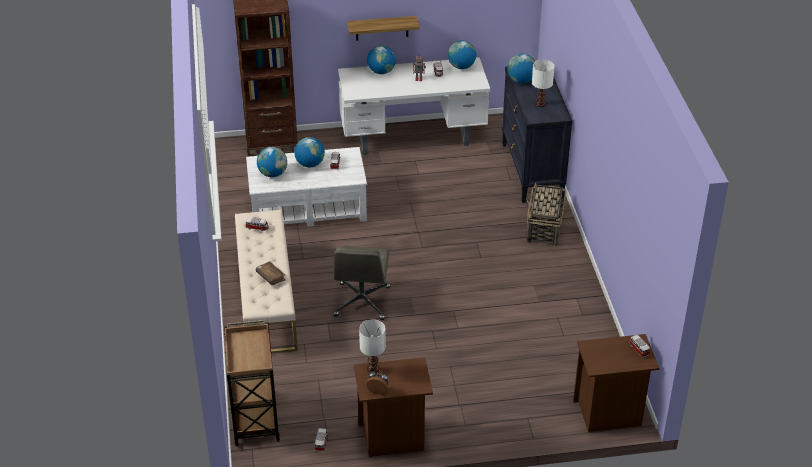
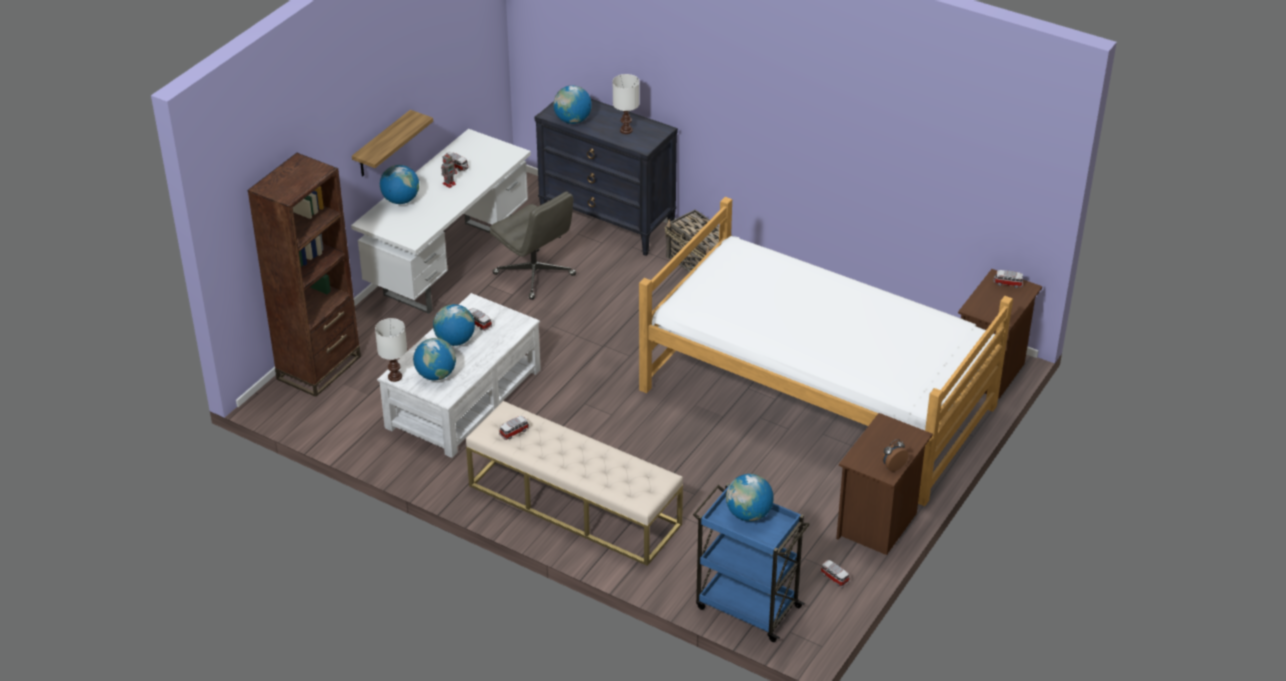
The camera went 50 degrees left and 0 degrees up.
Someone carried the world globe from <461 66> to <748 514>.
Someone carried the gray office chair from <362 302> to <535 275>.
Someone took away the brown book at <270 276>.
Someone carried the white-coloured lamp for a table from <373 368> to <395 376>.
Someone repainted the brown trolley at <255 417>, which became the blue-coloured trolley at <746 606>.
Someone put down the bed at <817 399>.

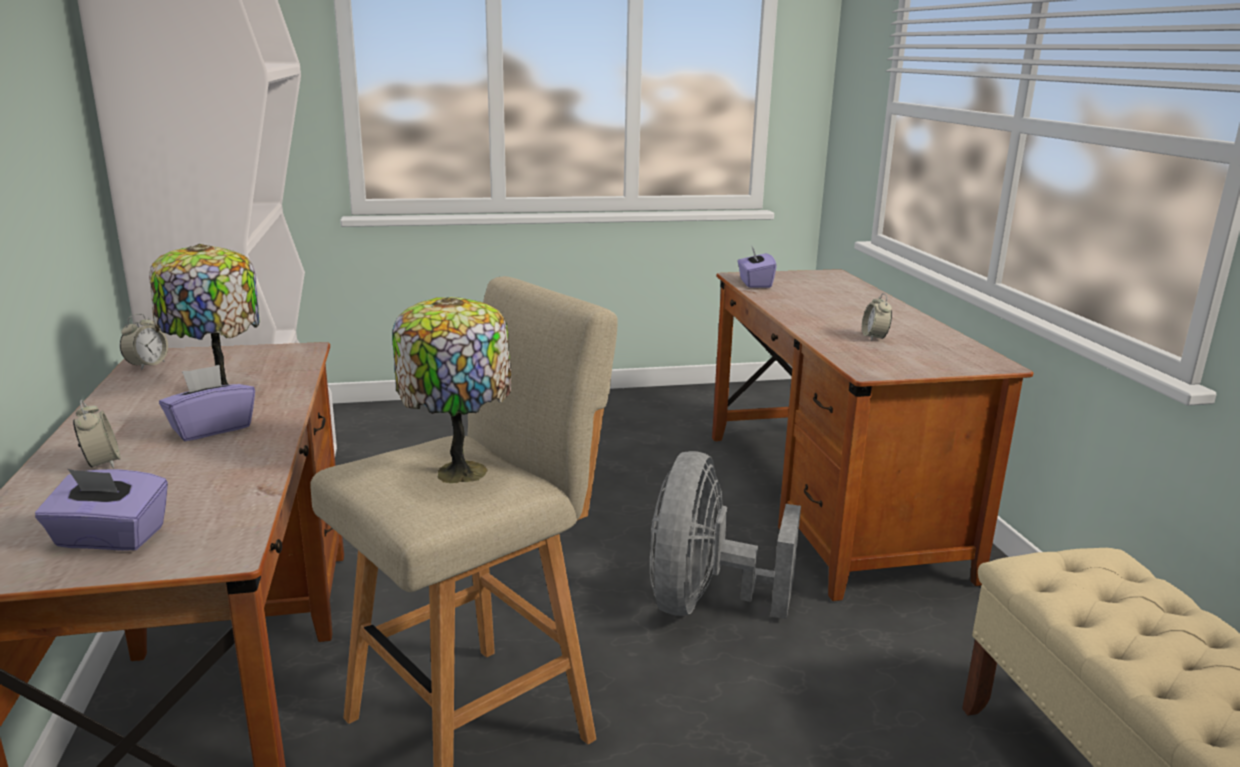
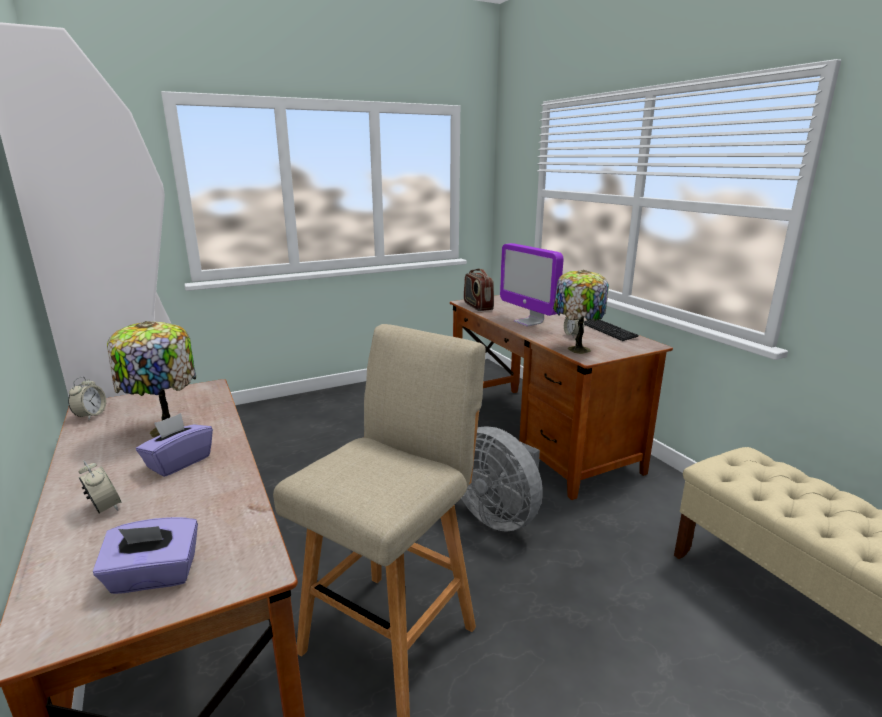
The camera went 15 degrees left and 0 degrees up.
Someone swapped the purple-coloured tissue holder at <754 283> for the radio set at <477 306>.
Someone carried the lamp for a table from <458 470> to <576 349>.
Someone rotated the gray cooling fan at <705 602> by 45 degrees counterclockwise.
Someone put down the computer display at <528 322>.
Someone put down the computer keyboard at <608 331>.

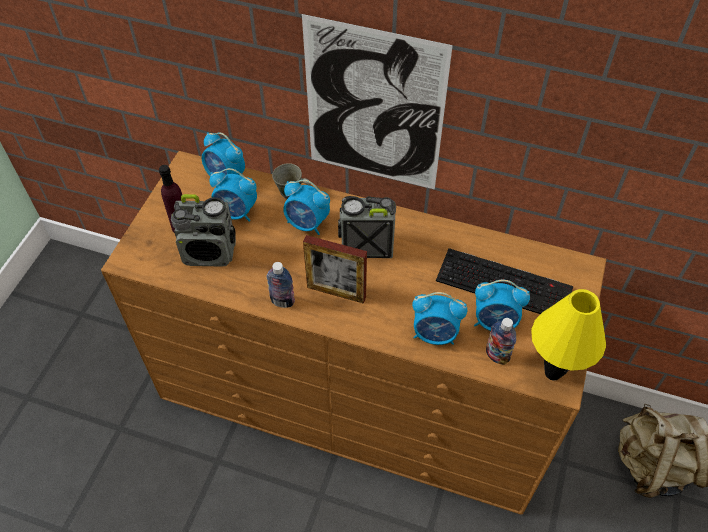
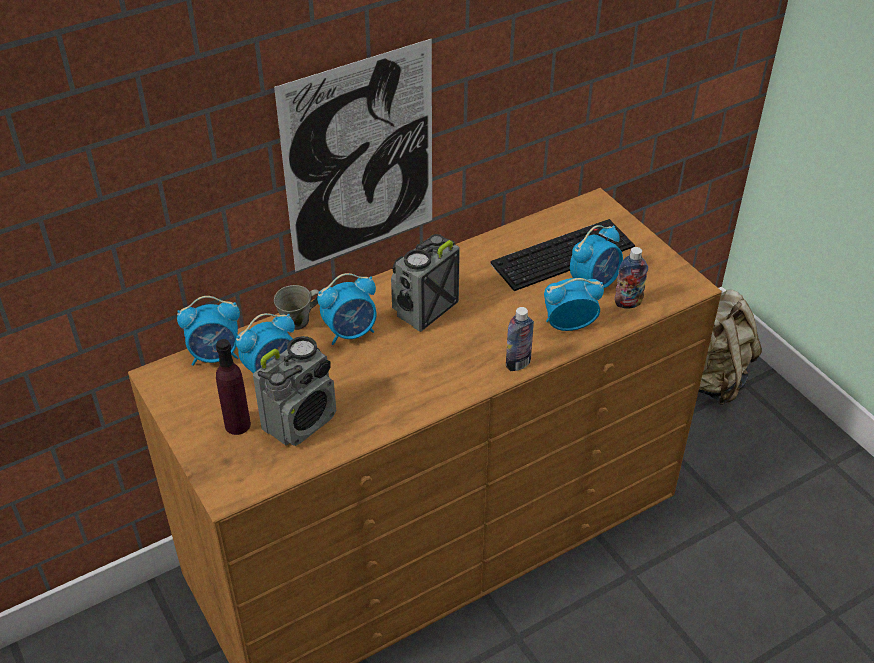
The camera went 50 degrees left and 10 degrees down.
Someone took away the photo frame at <336 292>.
Someone carried the drink bottle from <282 301> to <518 363>.
Someone took away the yellow-coloured lamp for a table at <553 372>.
Someone rotated the alarm clock at <435 334> by 150 degrees counterclockwise.

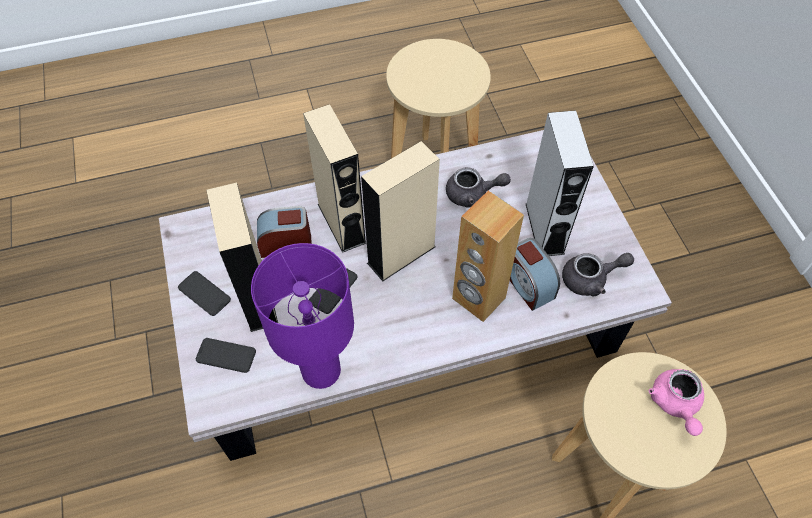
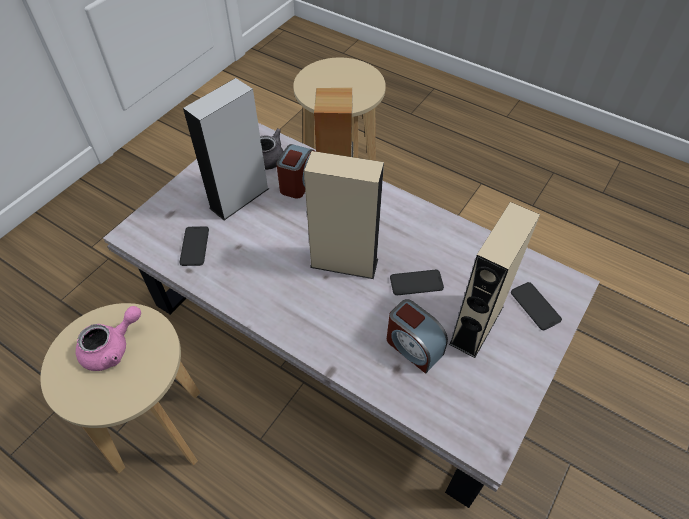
The camera went 130 degrees left and 5 degrees down.
Someone took away the sand-coloured loudspeaker at <341 223>.
Someone took away the gray teapot at <472 194>.
Someone took away the purple-coloured lamp for a table at <320 372>.
Someone carried the handset from <204 293> to <194 246>.
Someone carried the pinkish teapot from <675 404> to <112 348>.

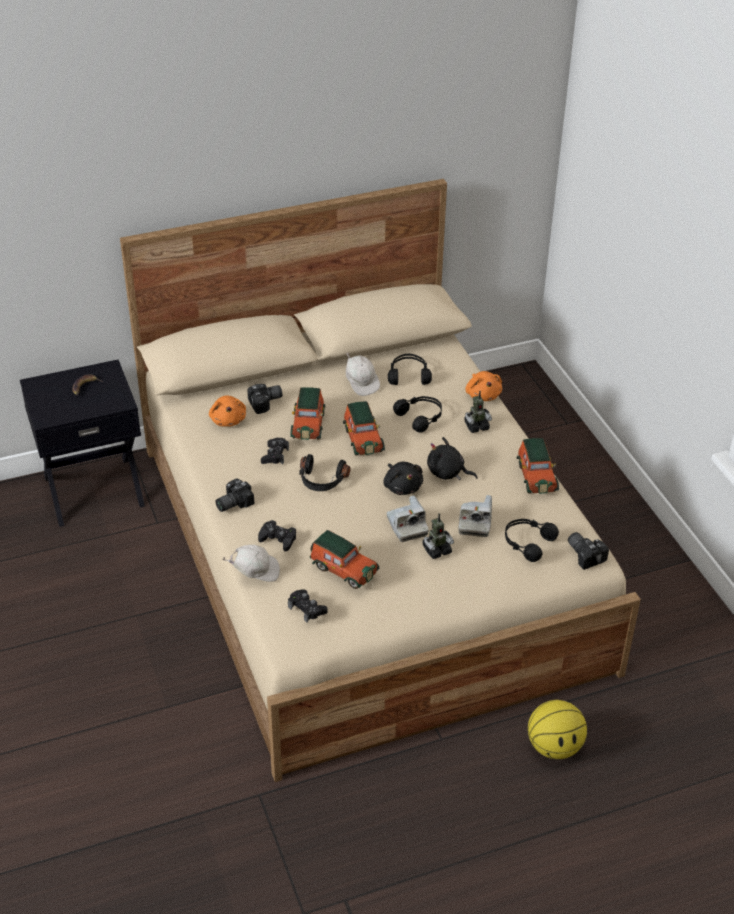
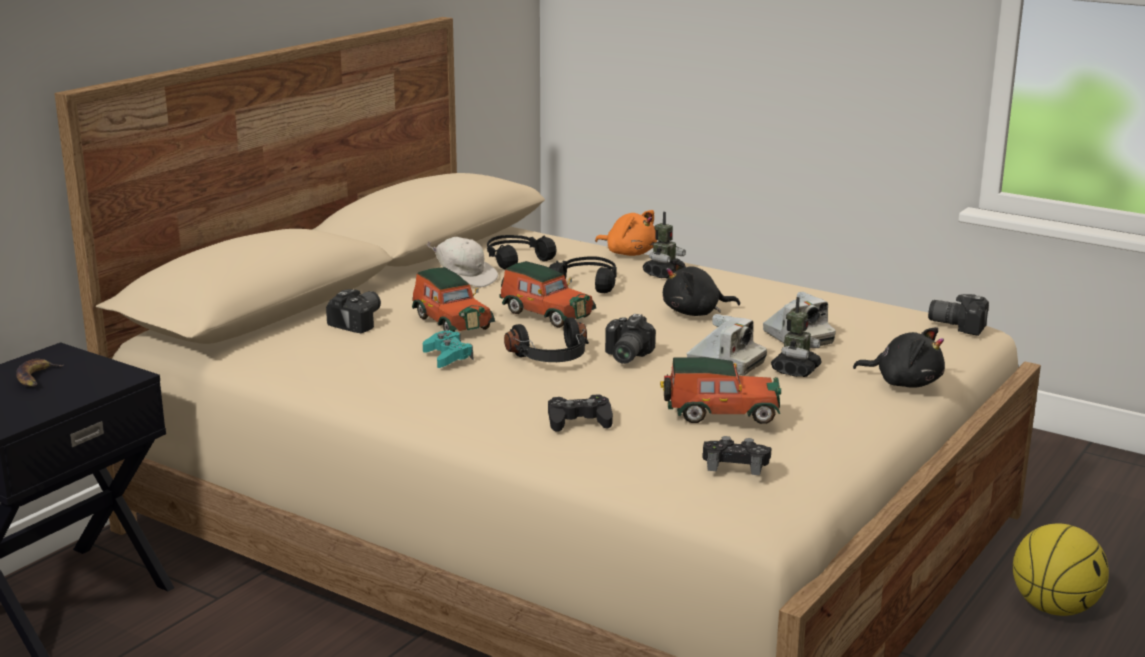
The camera went 35 degrees left and 20 degrees down.
Someone took away the orange plush toy at <228 420>.
Someone repainted the black joypad at <275 455>, which became the turquoise joypad at <448 356>.
Someone took away the miniature car at <536 476>.
Someone carried the black plush toy from <402 486> to <904 383>.
Someone carried the photo camera from <232 503> to <624 356>.
Someone took away the black pair of headphones at <527 543>.
Someone took away the white-coloured peaked cap at <255 572>.

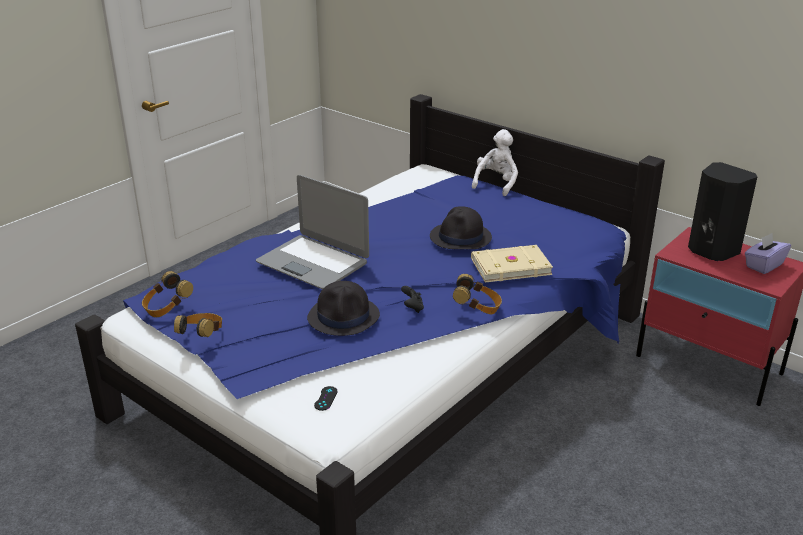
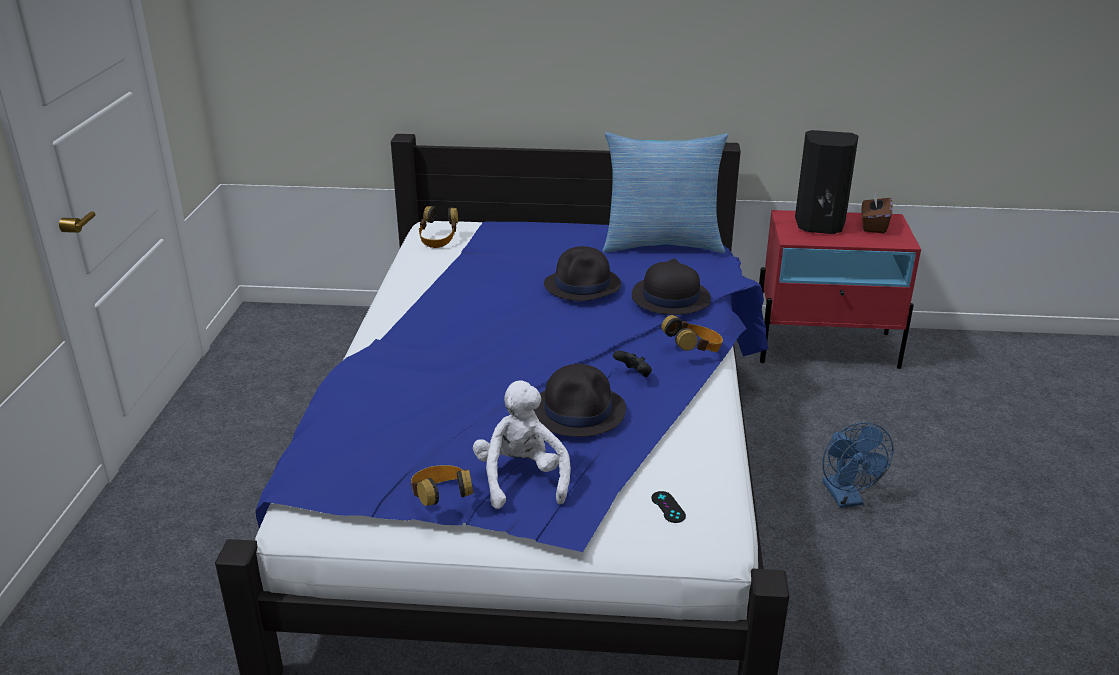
The camera went 35 degrees left and 0 degrees up.
Someone carried the white-coloured plush toy from <496 184> to <521 479>.
Someone took away the portable computer at <313 262>.
Someone repainted the purple-coloured tissue holder at <763 265>, which became the brown tissue holder at <873 226>.
Someone swapped the sand-coloured book at <509 266> for the black hat at <670 298>.
Someone carried the pair of headphones from <167 308> to <438 240>.
Someone put down the throw pillow at <661 244>.
Someone put down the blue-coloured cooling fan at <846 498>.

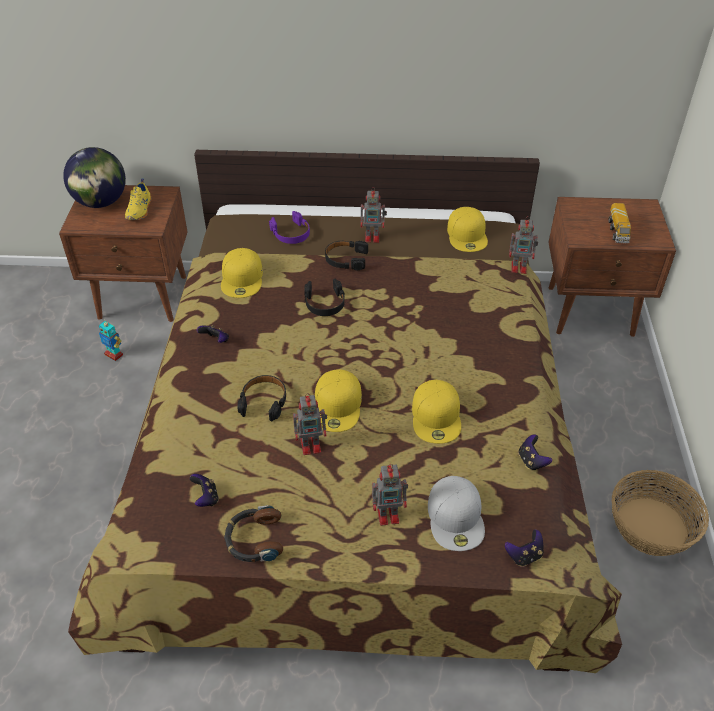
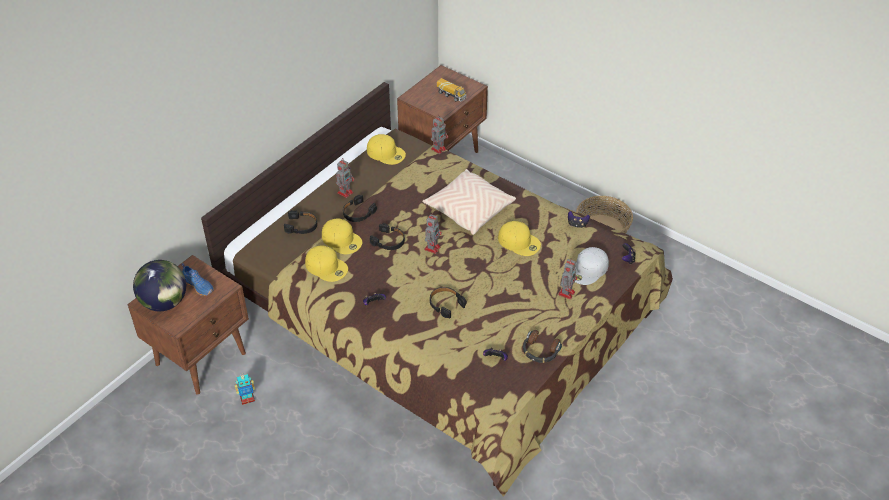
The camera went 55 degrees left and 0 degrees up.
Someone repainted the yellow-coloured item of footwear at <140 210>, which became the blue-coloured item of footwear at <199 285>.
Someone repainted the purple-coloured pair of headphones at <291 234>, which became the black pair of headphones at <302 226>.
Someone carried the yellow-coloured peaked cap from <338 405> to <342 239>.
Someone carried the toy robot from <312 445> to <432 247>.
Someone rotated the white-coloured peaked cap at <456 517> by 105 degrees clockwise.
Someone put down the sand-coloured throw pillow at <469 210>.

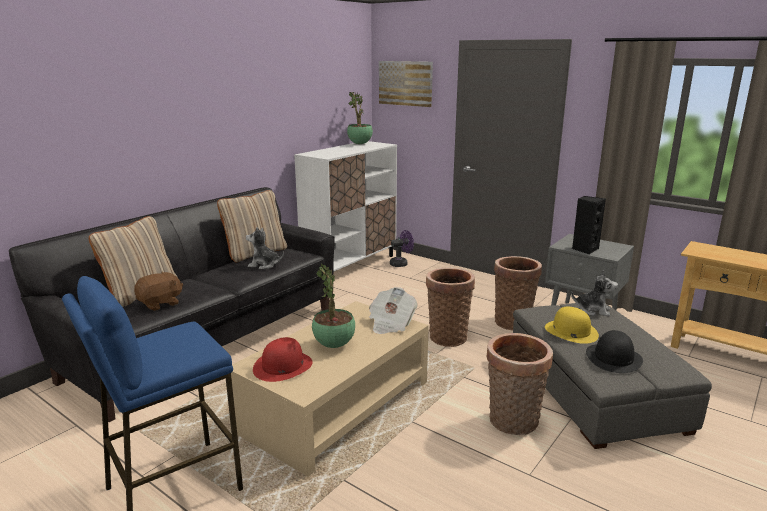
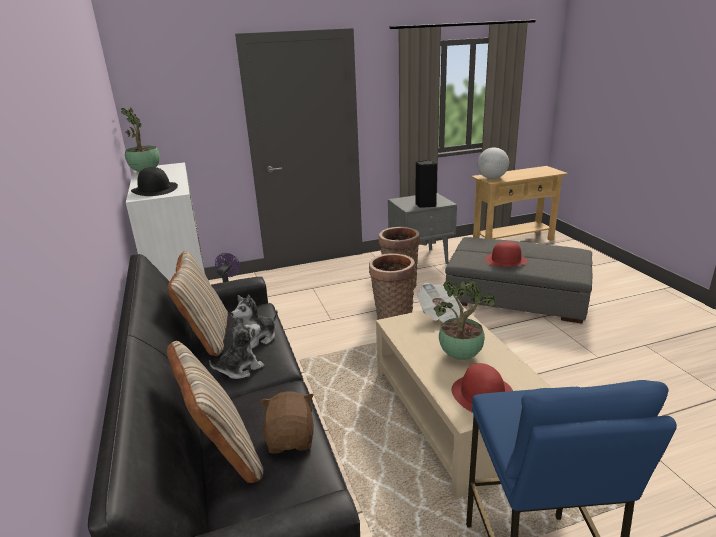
The camera went 55 degrees left and 5 degrees up.
Someone took away the wall art at <406 83>.
Someone carried the plush toy from <593 310> to <240 368>.
Someone repainted the yellow-coloured hat at <570 331>, which became the reddish hat at <505 260>.
Someone carried the black hat from <613 358> to <155 189>.
Someone took away the household basket at <513 423>.
Someone put down the world globe at <492 178>.

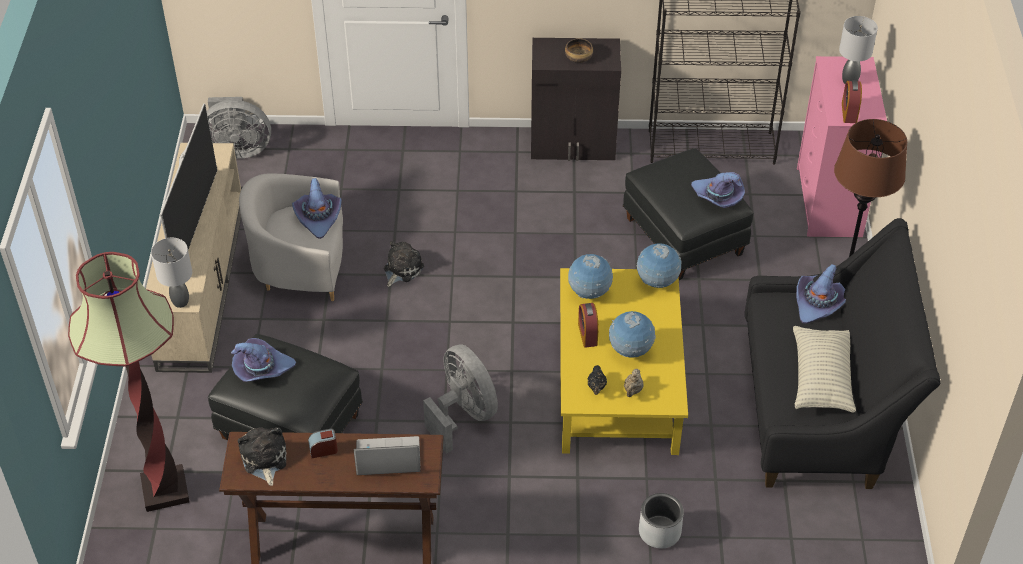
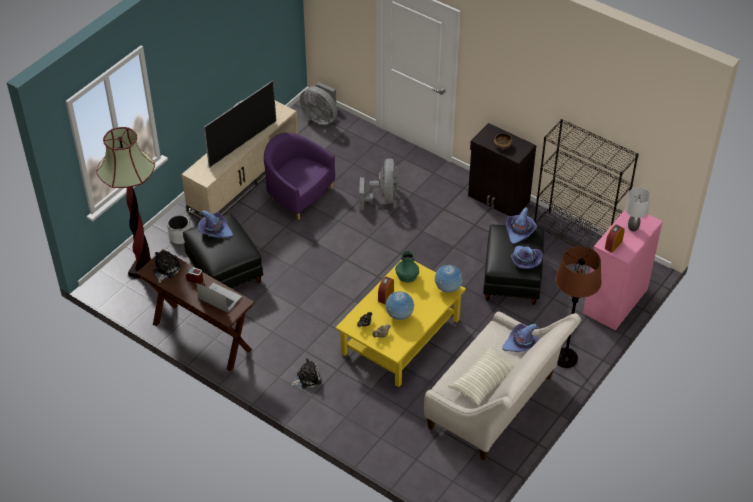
The camera went 35 degrees right and 0 degrees up.
Someone repainted the white-coloured lounge chair at <300 266>, which became the purple-coloured lounge chair at <298 194>.
Someone carried the purple-coloured hat from <318 216> to <520 231>.
Someone repainted the black couch at <820 408>, which became the sand-coloured couch at <497 406>.
Someone took away the gray lamp for a table at <181 301>.
Someone carried the plush toy from <401 269> to <307 378>.
Someone swapped the world globe at <589 293> for the green-coloured flower vase at <407 276>.
Someone carried the gray cooling fan from <463 414> to <383 198>.
Someone carried the gray planter from <659 532> to <180 236>.

